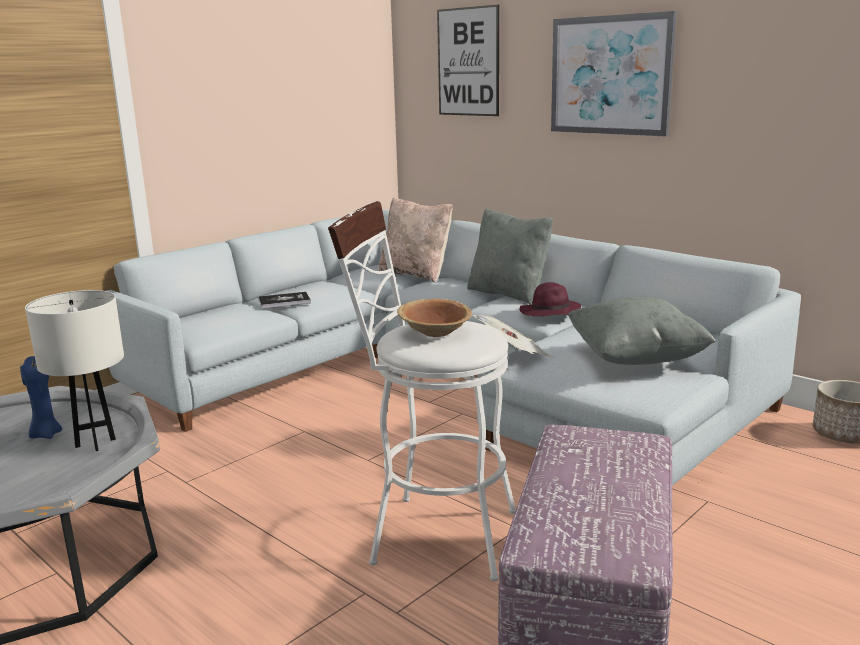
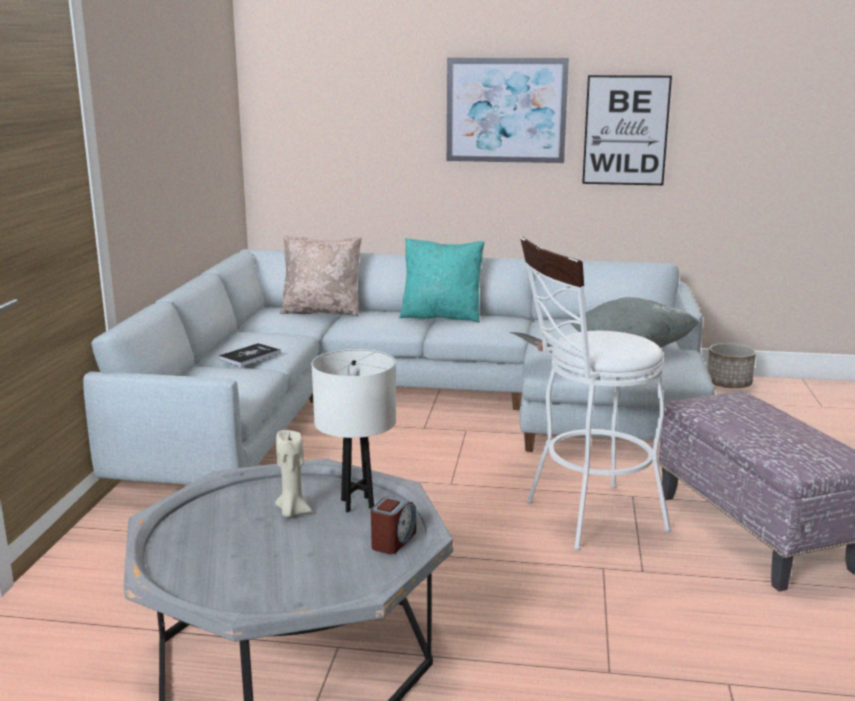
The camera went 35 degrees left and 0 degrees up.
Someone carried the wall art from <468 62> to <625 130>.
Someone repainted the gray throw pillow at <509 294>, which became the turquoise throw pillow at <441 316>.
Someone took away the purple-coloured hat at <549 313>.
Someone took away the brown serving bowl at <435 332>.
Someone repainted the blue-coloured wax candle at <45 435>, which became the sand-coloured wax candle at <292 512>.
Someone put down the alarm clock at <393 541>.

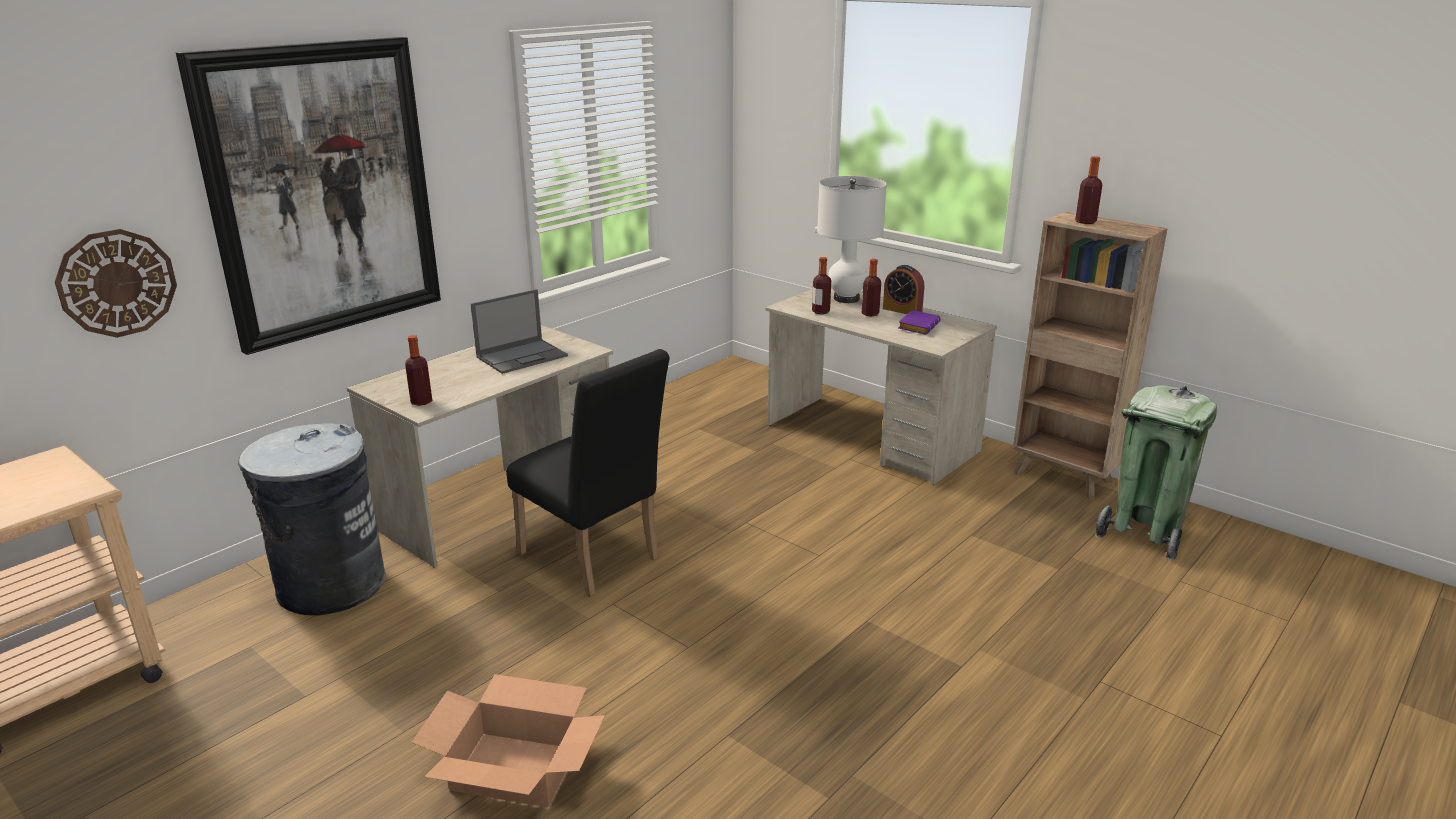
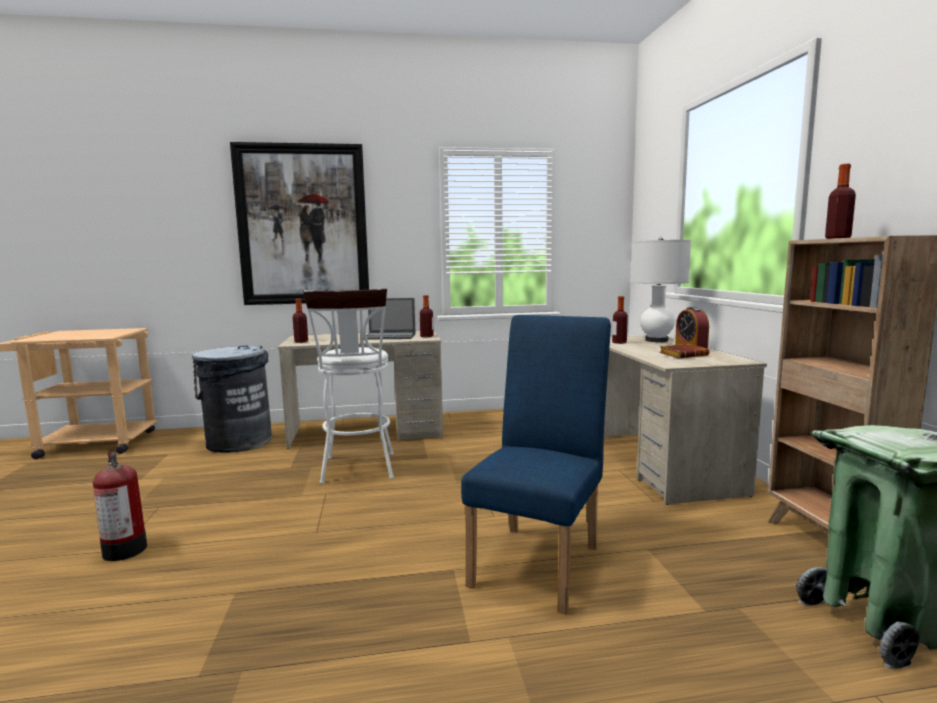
The camera went 40 degrees right and 15 degrees down.
Someone took away the hanging clock at <117 283>.
Someone carried the drink bottle from <870 314> to <427 336>.
Someone repainted the purple-coloured book at <918 326>, which became the brown book at <683 355>.
Someone swapped the black plain chair at <594 560> for the white-coloured stool seat at <358 470>.
Someone swapped the cardboard box at <514 768> for the fire extinguisher at <124 549>.
Someone put down the blue-coloured plain chair at <540 559>.

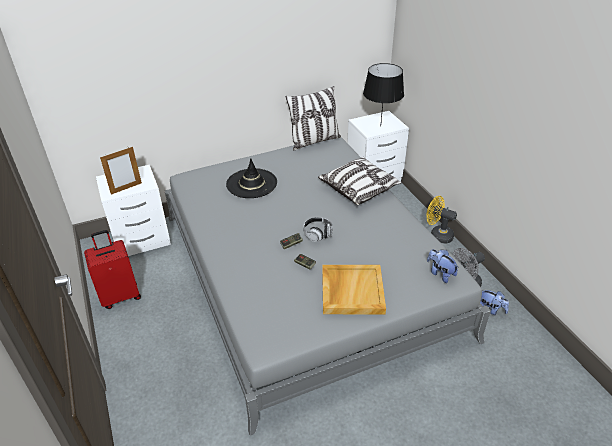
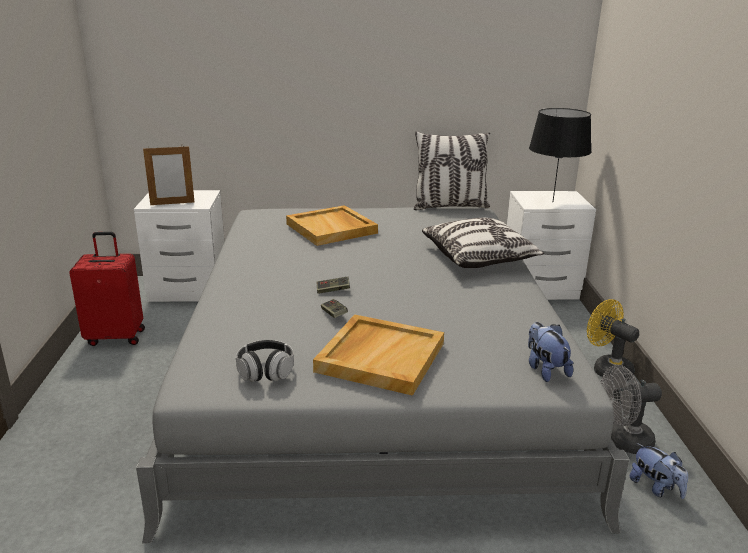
The camera went 20 degrees right and 15 degrees down.
Someone swapped the black hat at <251 183> for the sand-coloured serving tray at <332 228>.
Someone carried the pair of headphones from <318 234> to <265 371>.

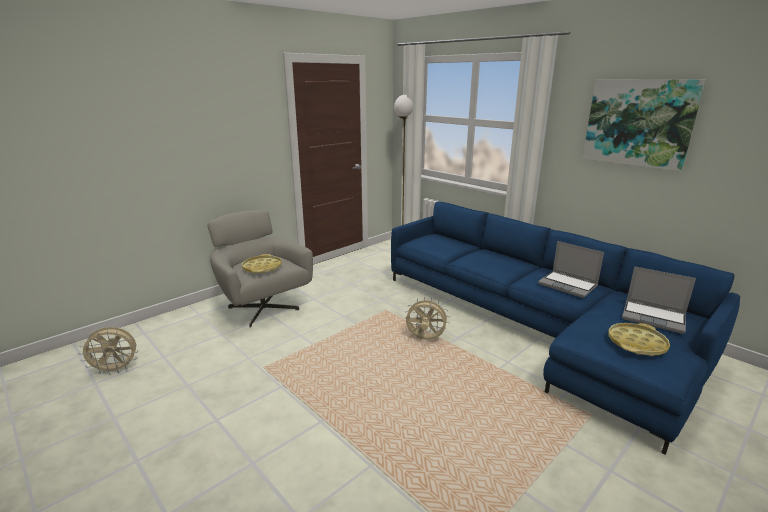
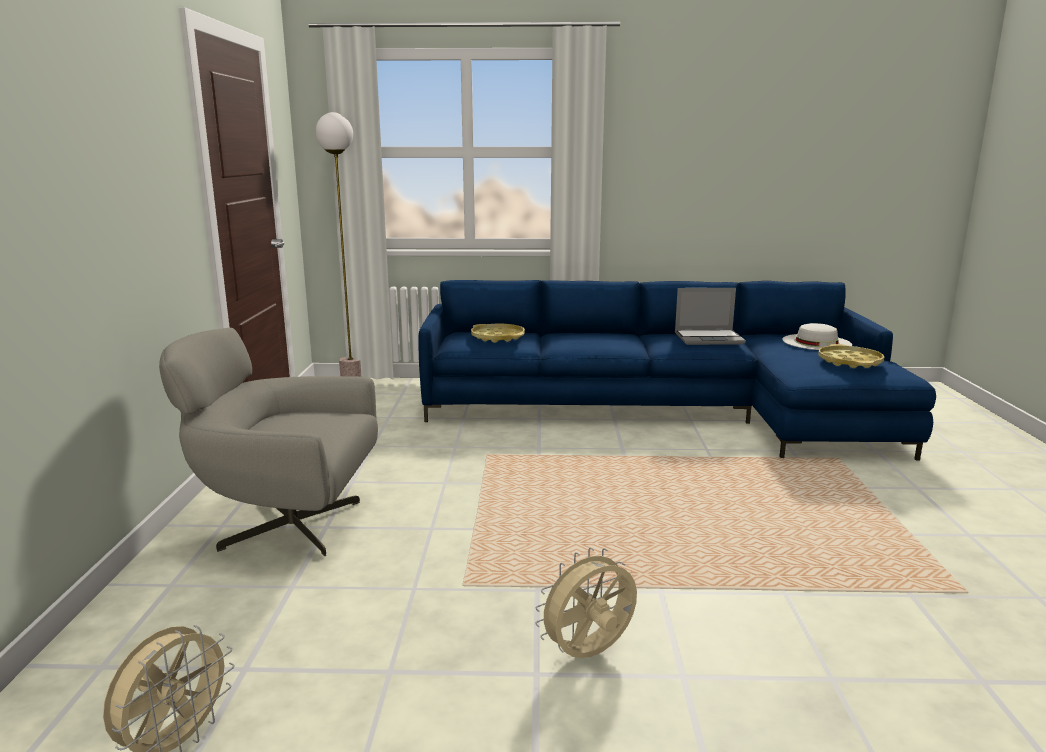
The camera went 45 degrees left and 5 degrees down.
Someone took away the wall art at <638 123>.
Someone carried the yellow-coloured serving tray from <262 267> to <498 337>.
Someone swapped the portable computer at <654 317> for the white-coloured hat at <816 342>.
Someone carried the sand-coloured cooling fan from <425 339> to <589 654>.

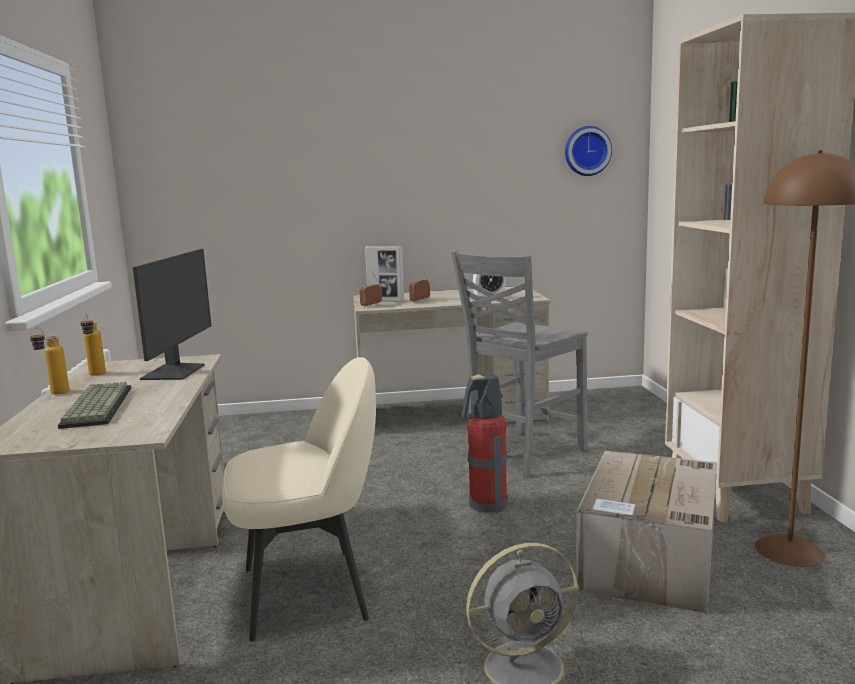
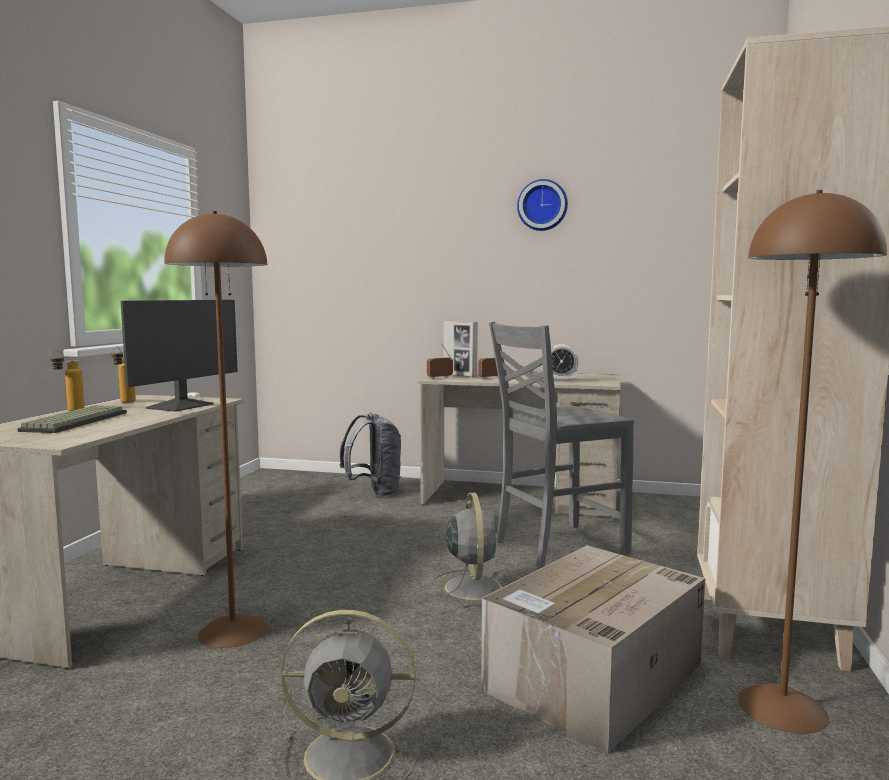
The camera went 20 degrees right and 5 degrees down.
Someone carried the hanging clock from <587 151> to <542 205>.
Someone swapped the sand-coloured plain chair at <309 592> for the brown standing lamp at <233 631>.
Someone swapped the fire extinguisher at <486 504> for the gray cooling fan at <473 587>.
Someone put down the gray backpack at <374 492>.

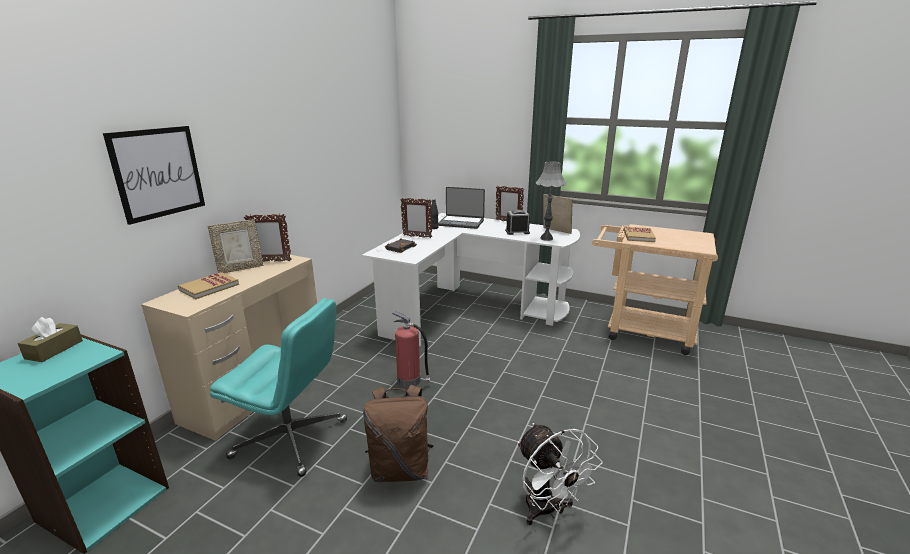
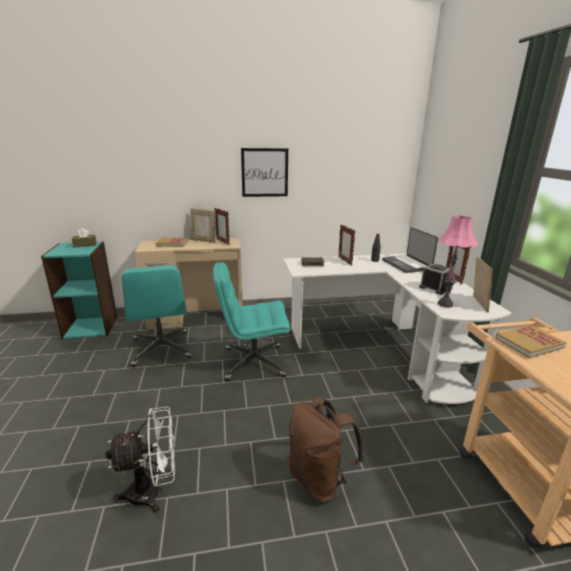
The camera went 55 degrees right and 0 degrees up.
Someone carried the wall art from <158 173> to <264 172>.
Someone repainted the gray lamp for a table at <546 238>, which became the pinkish lamp for a table at <445 304>.
Someone swapped the fire extinguisher at <410 380> for the turquoise office chair at <253 362>.
Someone carried the brown backpack from <400 469> to <319 479>.
Someone rotated the white-coloured cooling fan at <547 510> by 135 degrees counterclockwise.

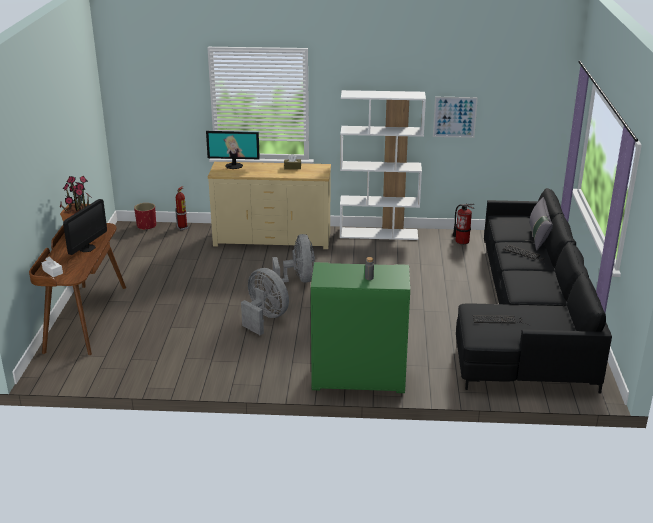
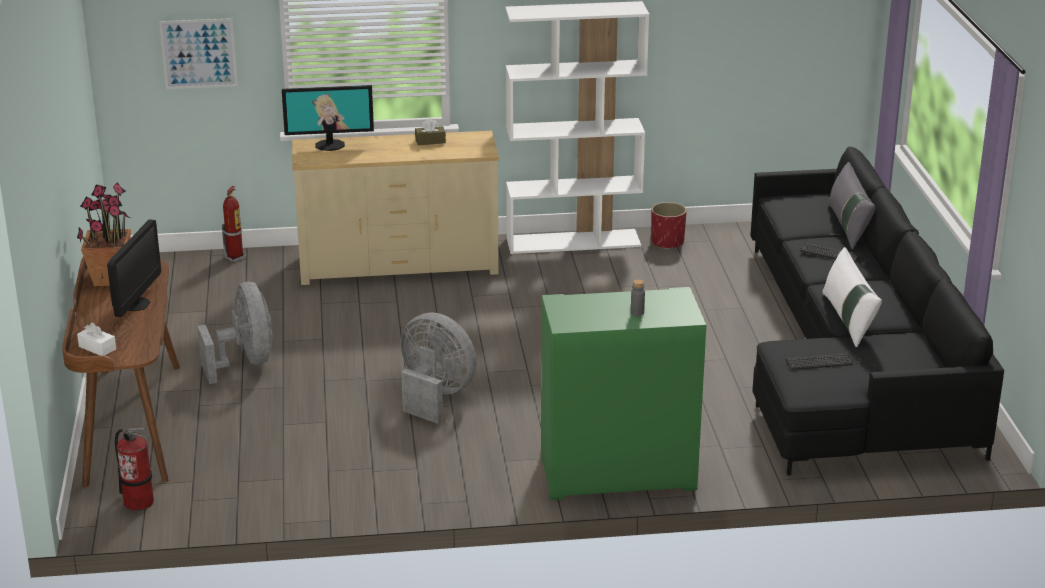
The camera went 10 degrees left and 0 degrees up.
Someone carried the wall art from <454 117> to <198 53>.
Someone carried the reddish planter from <146 226> to <667 242>.
Someone carried the fire extinguisher from <462 241> to <138 502>.
Someone carried the gray cooling fan from <298 280> to <245 362>.
Someone put down the white-coloured throw pillow at <848 320>.

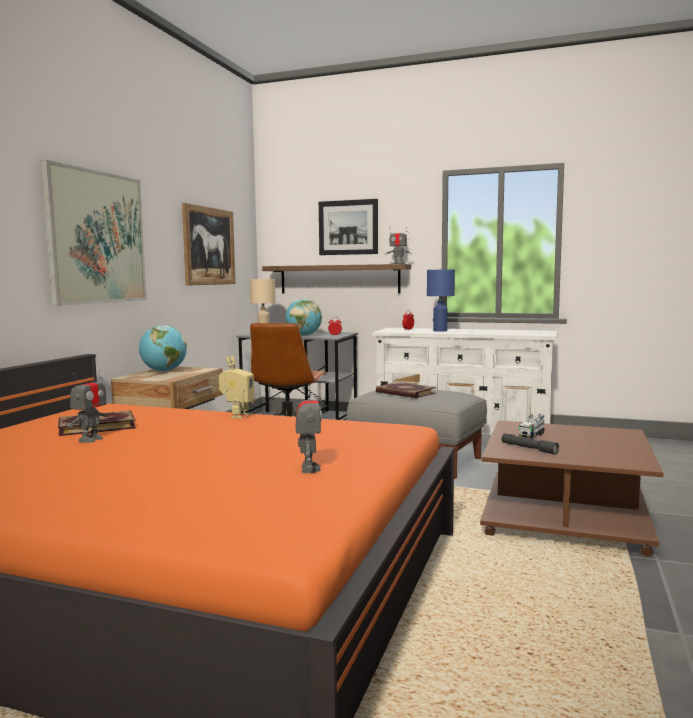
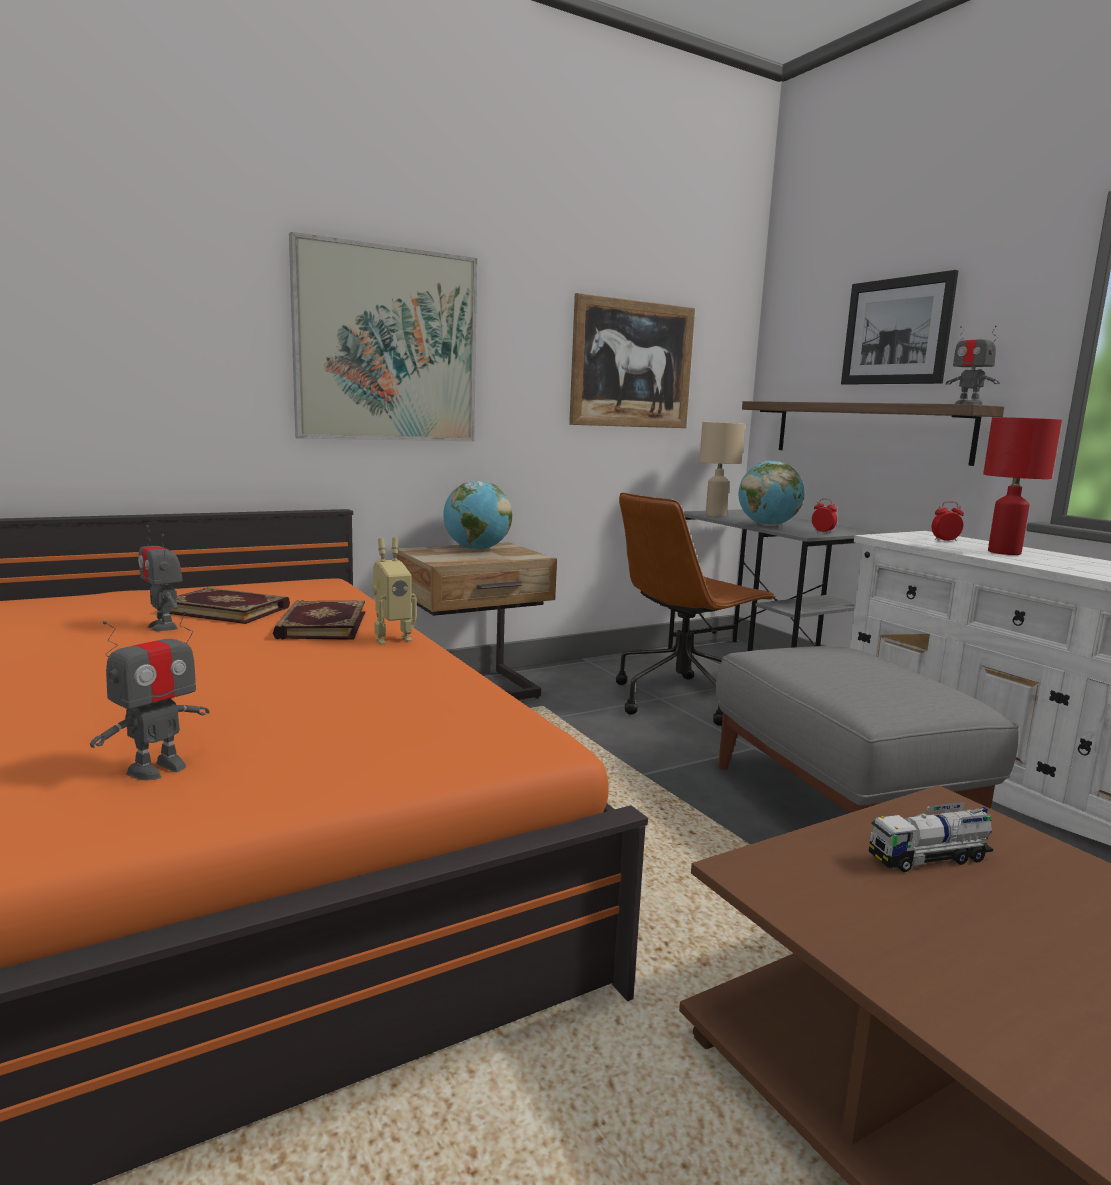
The camera went 40 degrees right and 5 degrees up.
Someone repainted the blue-coloured lamp for a table at <440 330>, which became the reddish lamp for a table at <1004 552>.
Someone rotated the toy robot at <90 439> by 75 degrees clockwise.
Someone carried the book from <405 393> to <320 625>.
Someone took away the gray flashlight at <529 448>.

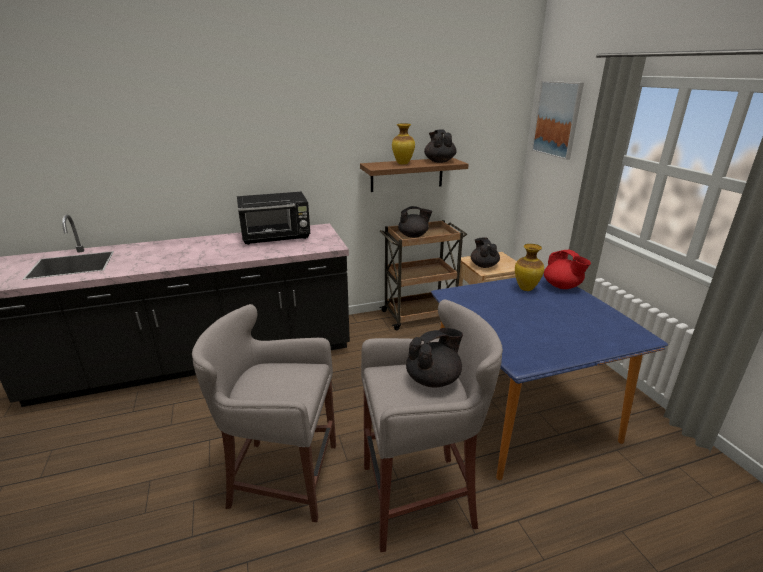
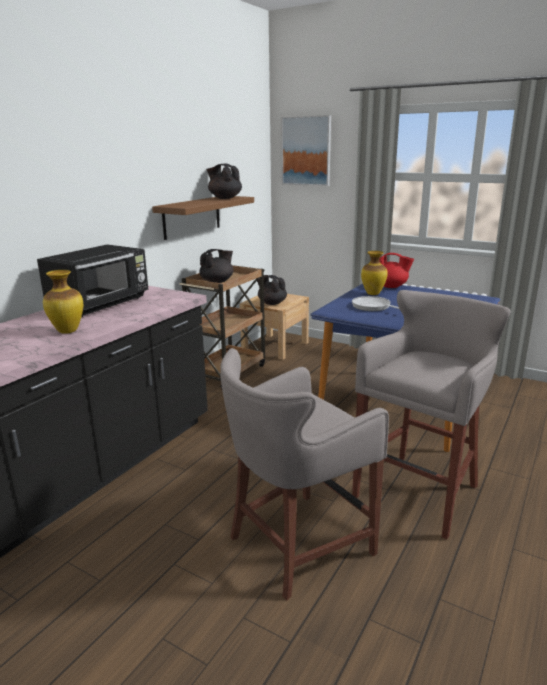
The camera went 40 degrees left and 5 degrees down.
Someone carried the flower vase from <403 164> to <68 331>.
Someone took away the black teapot at <433 379>.
Someone put down the frying pan at <373 307>.

